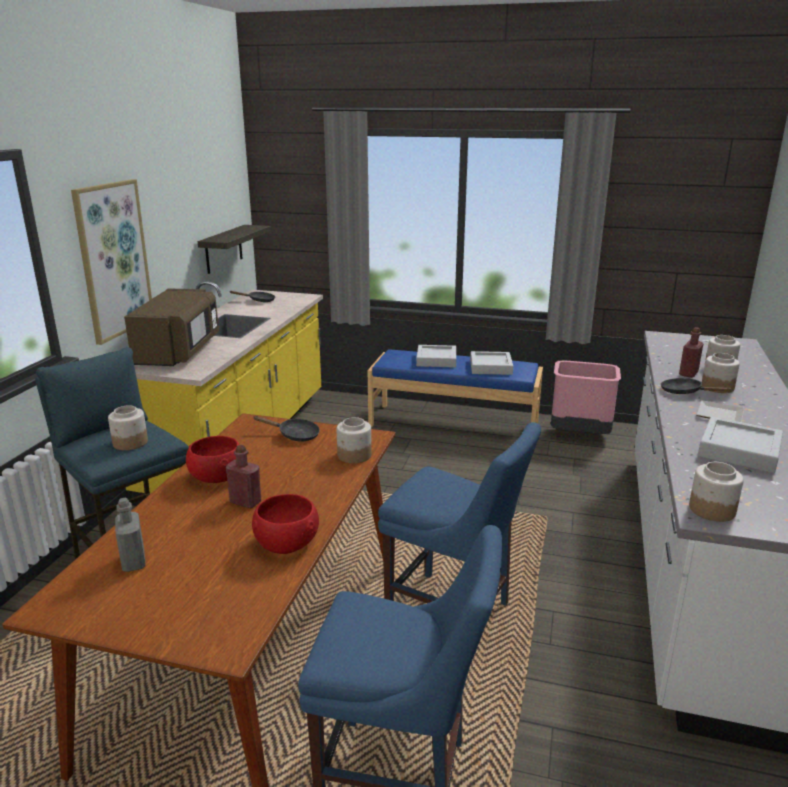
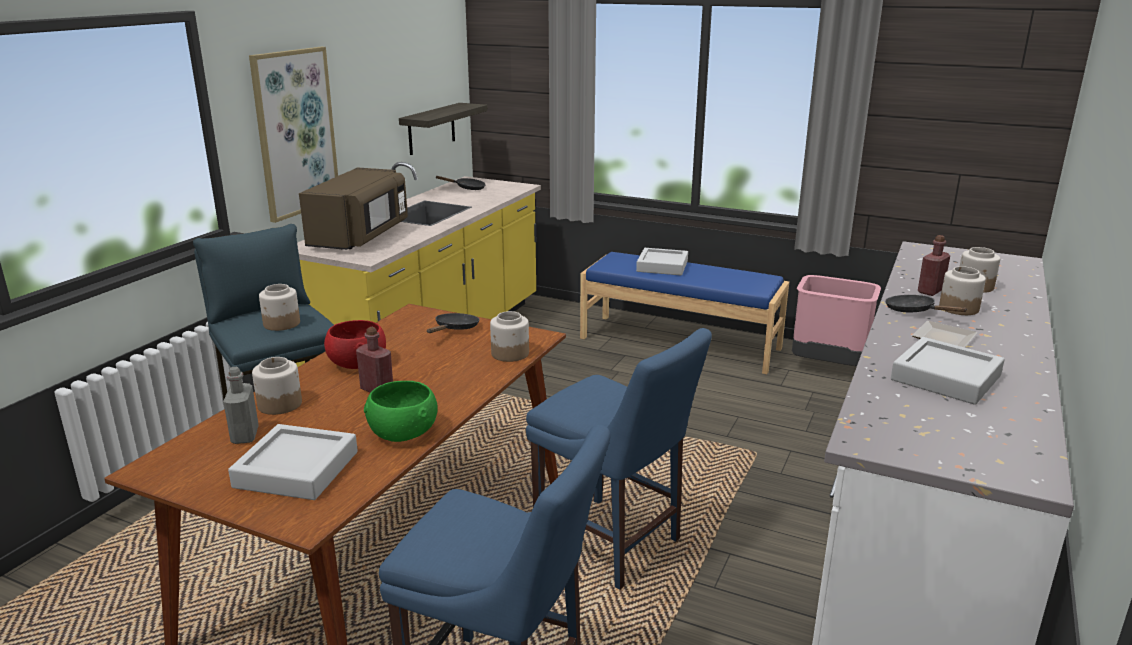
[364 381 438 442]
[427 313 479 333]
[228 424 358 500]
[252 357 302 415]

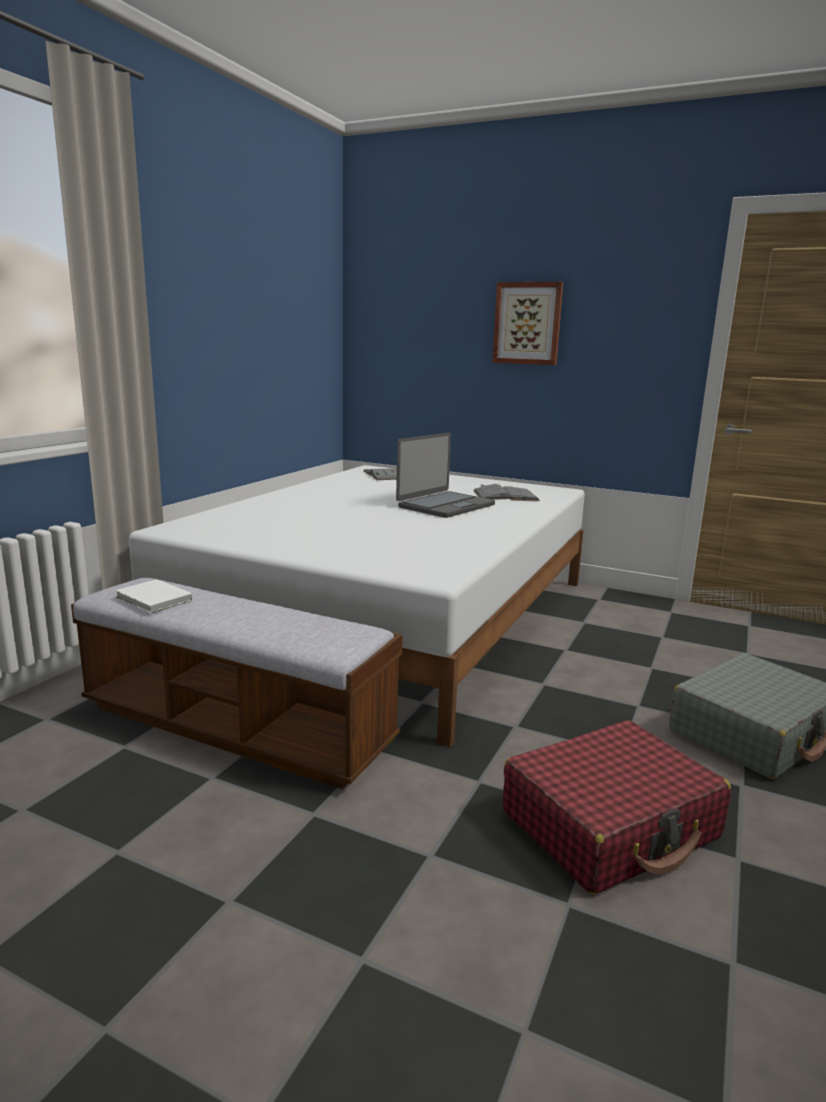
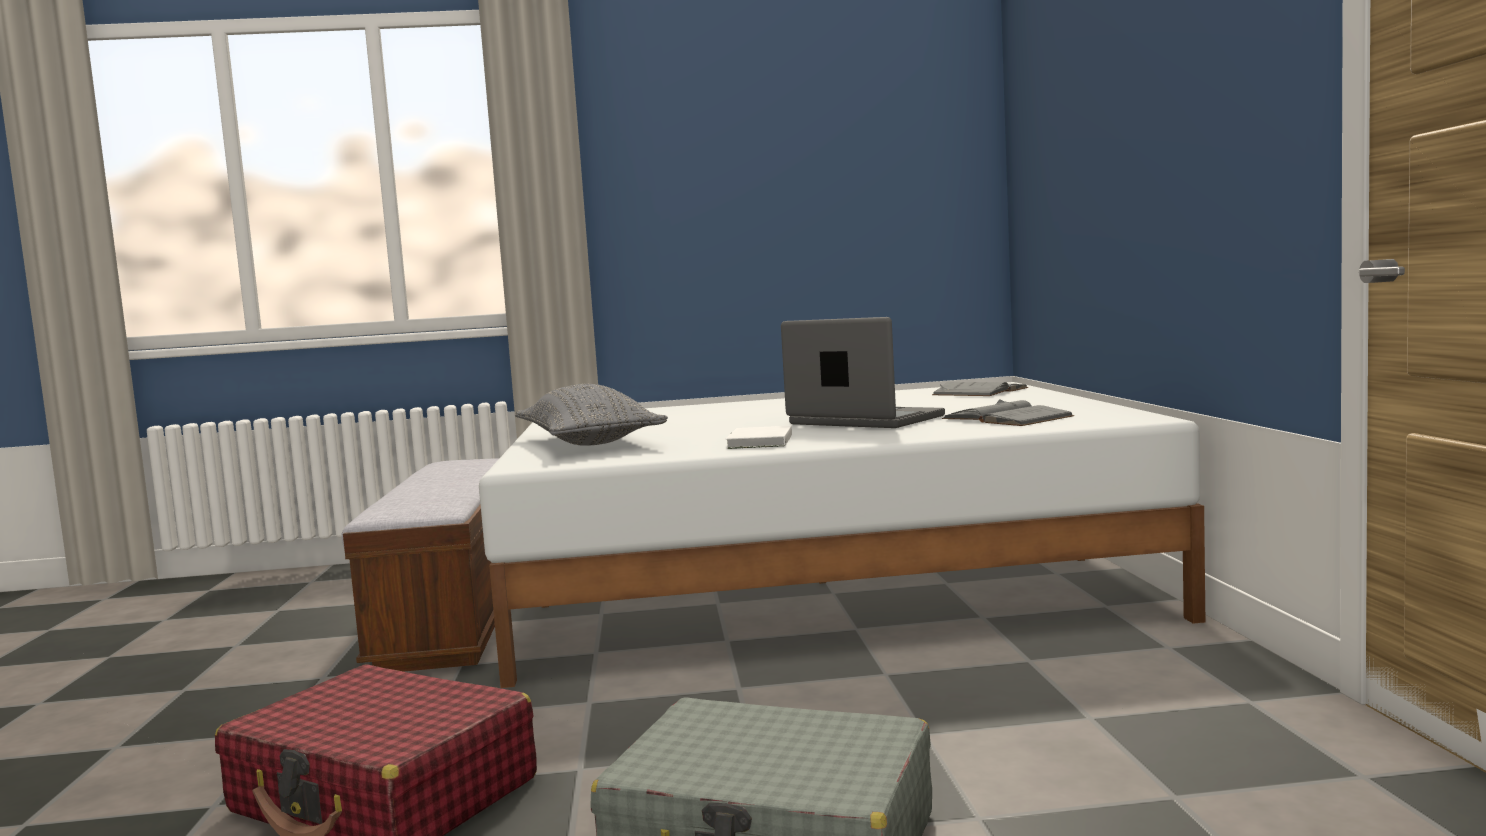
[725 426 792 449]
[781 317 945 428]
[492 282 563 365] (first image)
[515 384 668 446]

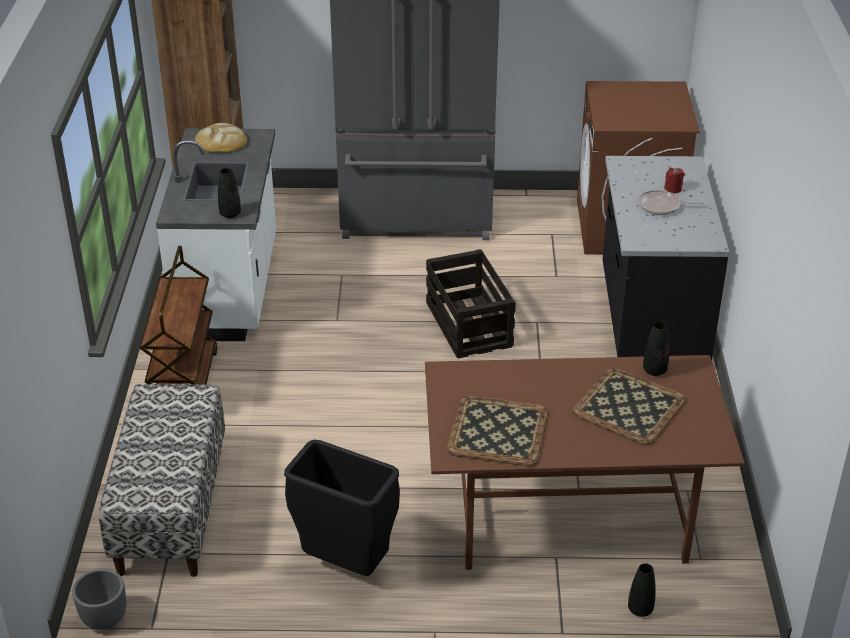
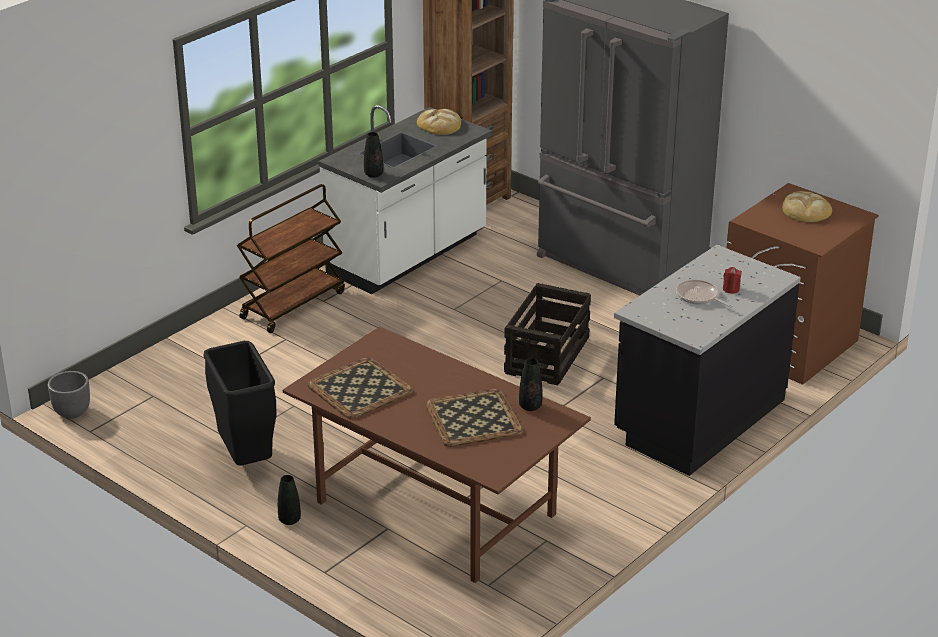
[99 384 225 577] (first image)
[278 475 301 525]
[782 191 832 222]

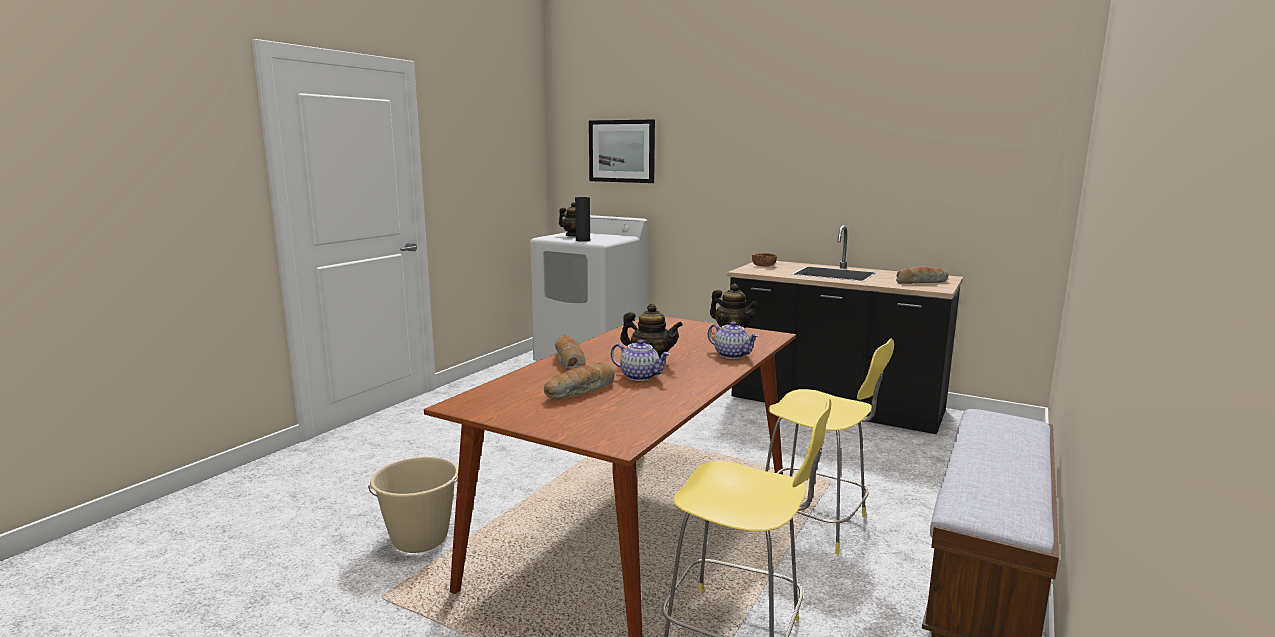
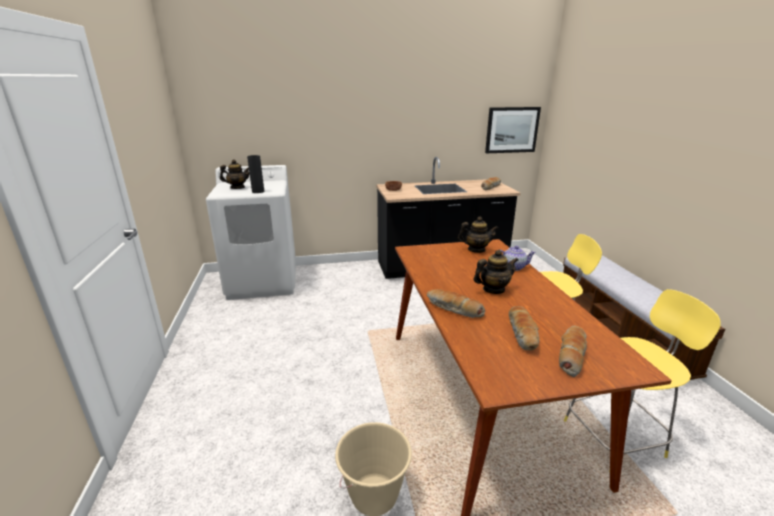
[485 107 541 153]
[611 339 670 381] (first image)
[559 325 587 377]

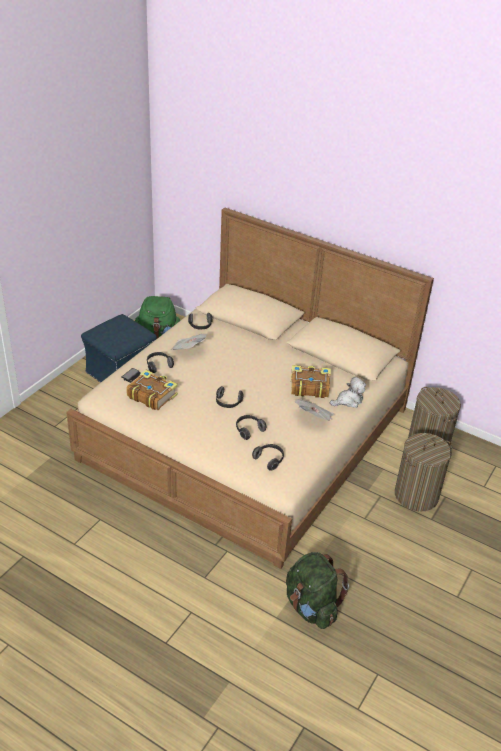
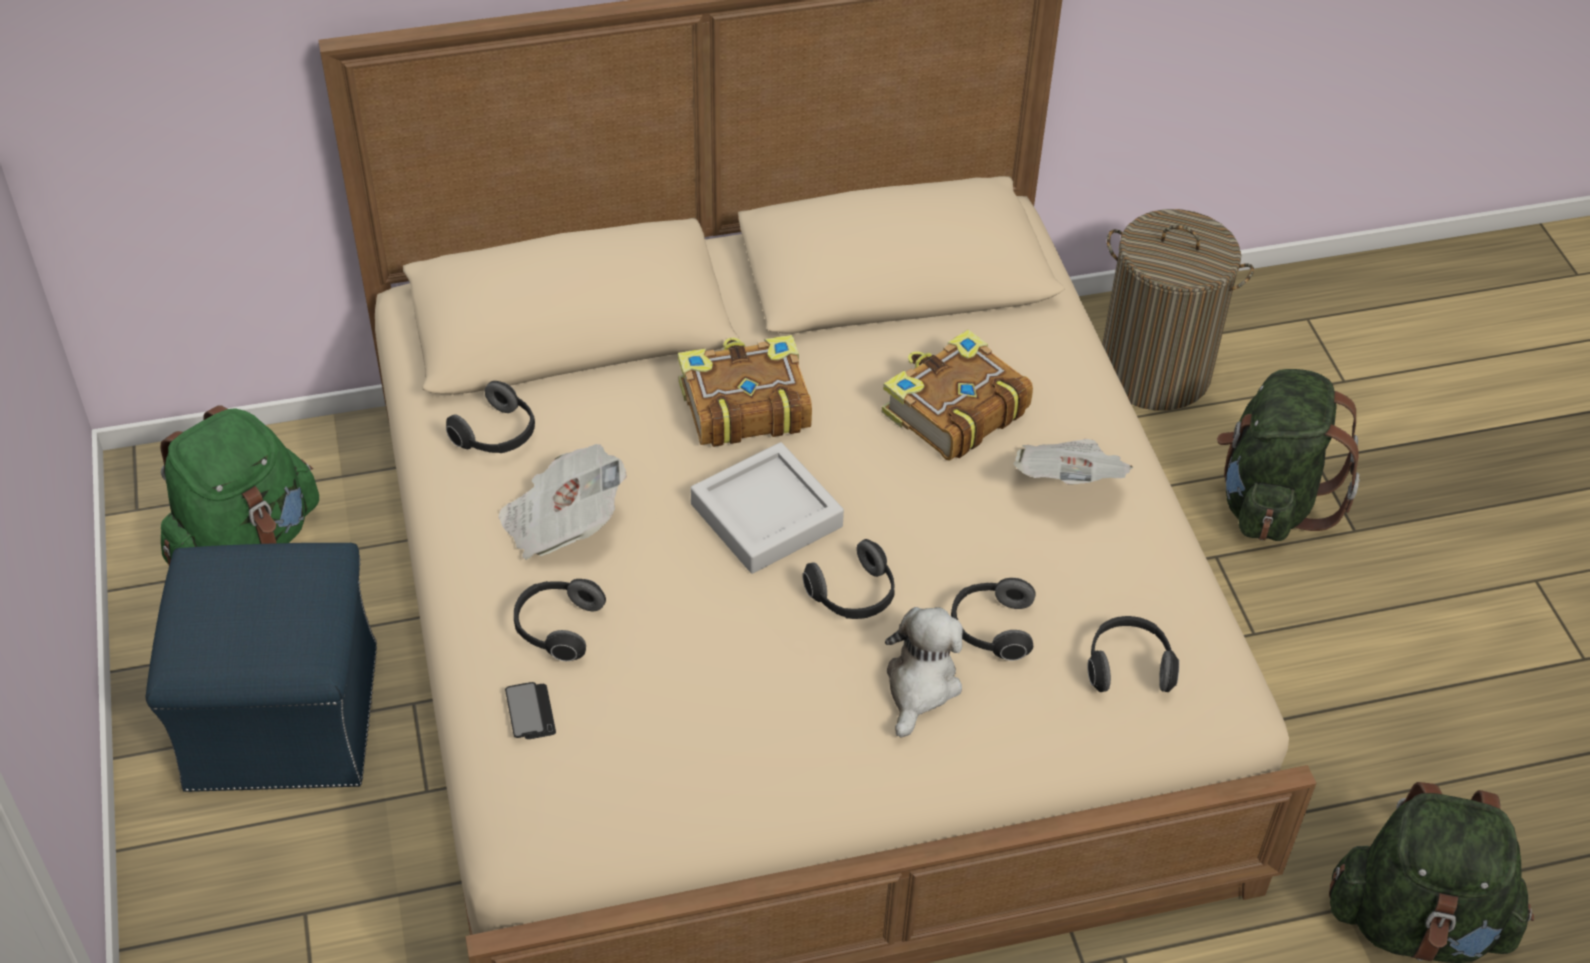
[678 335 812 447]
[885 607 963 737]
[1217 369 1360 541]
[690 442 844 574]

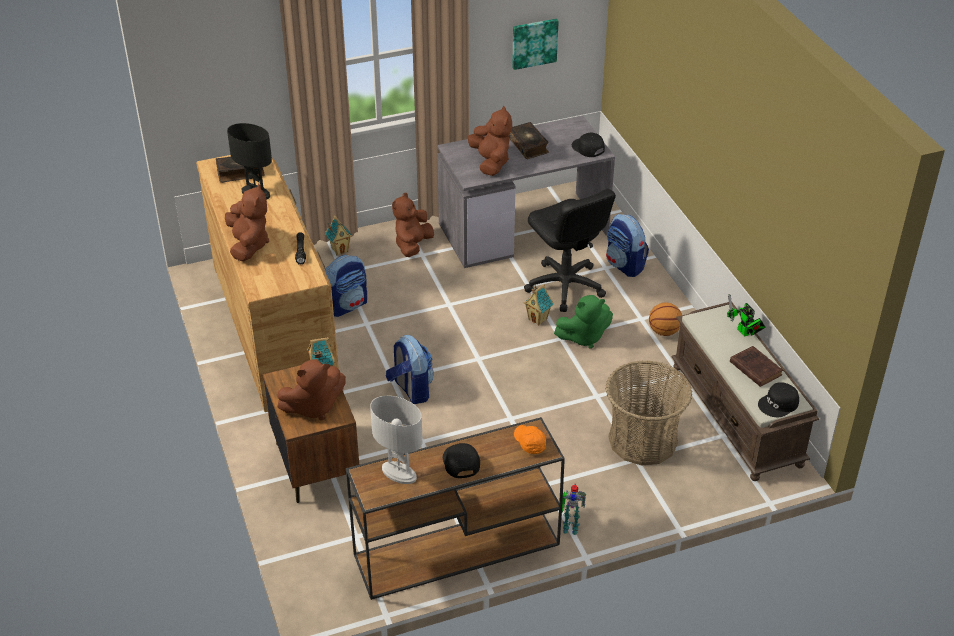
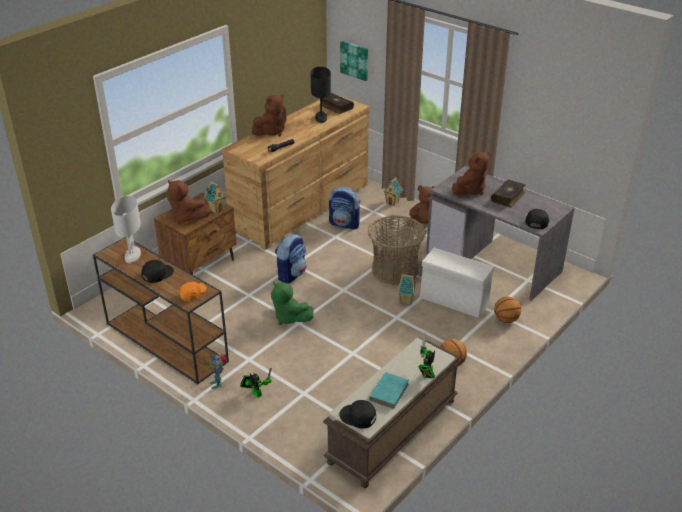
[340 41 368 81]
[420 248 494 318]
[271 281 313 325]
[368 215 426 285]
[494 296 521 323]
[369 372 409 409]
[240 368 272 398]

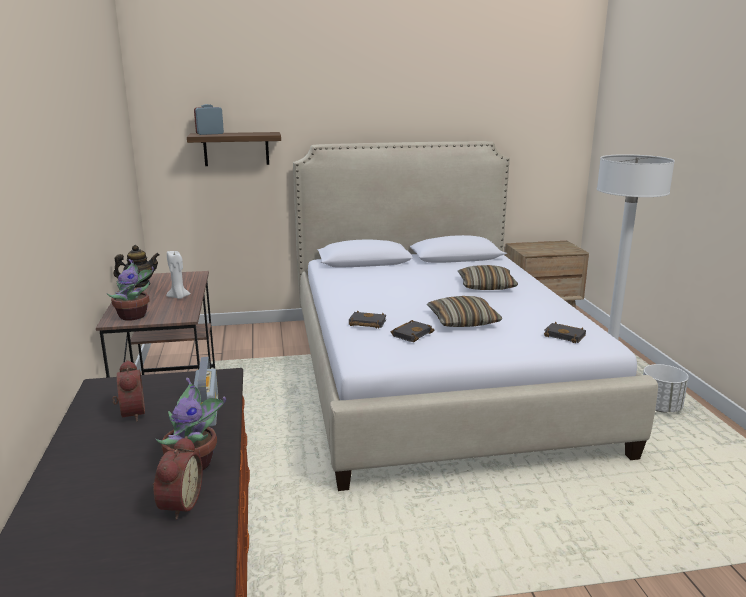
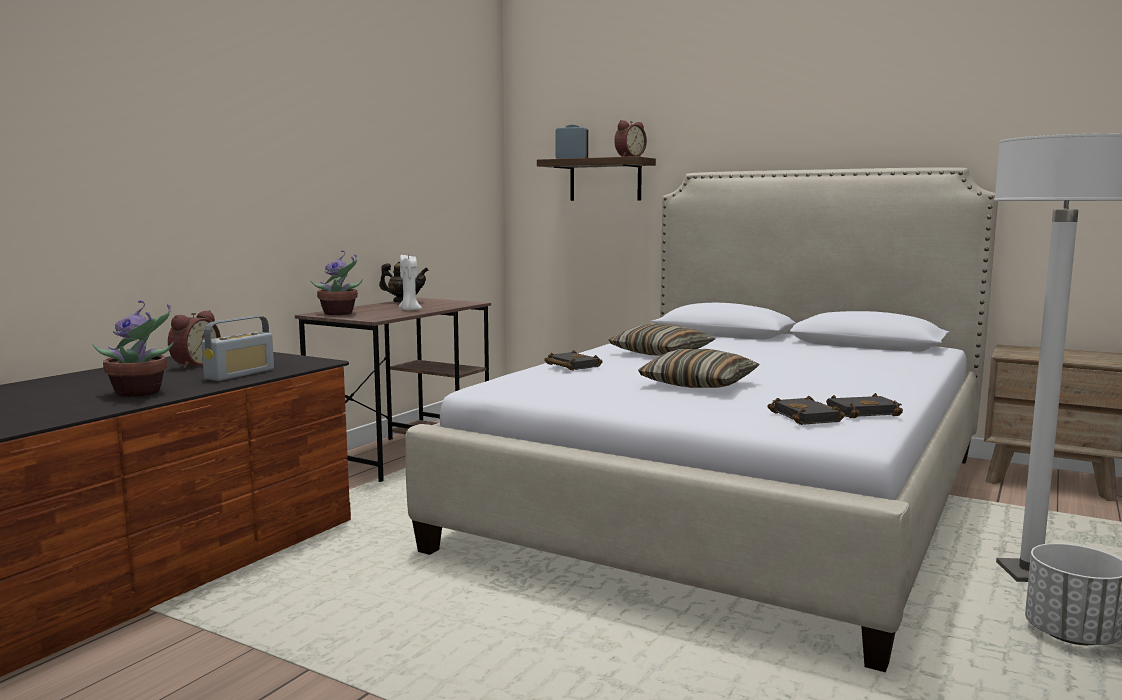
[614 120 647 157]
[826 393 903 418]
[608 324 716 355]

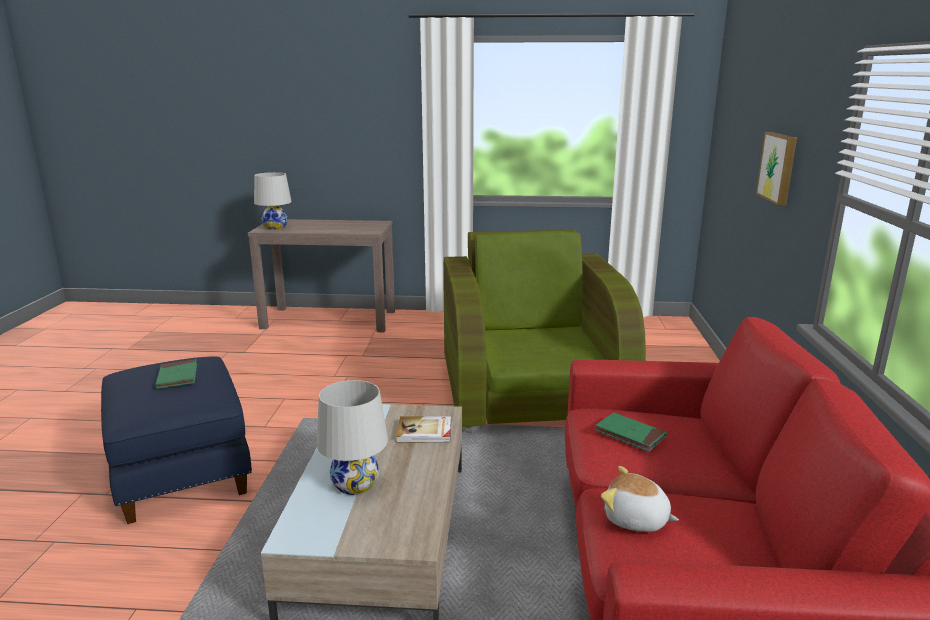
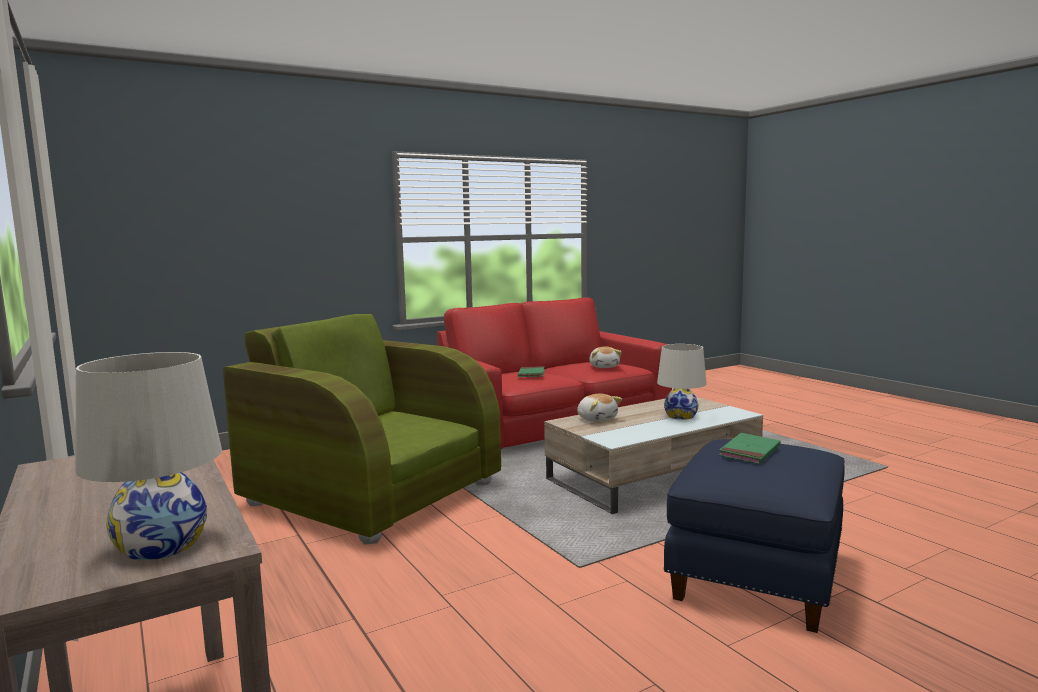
[577 394 622 422]
[223 314 501 545]
[756 132 797 205] (first image)

